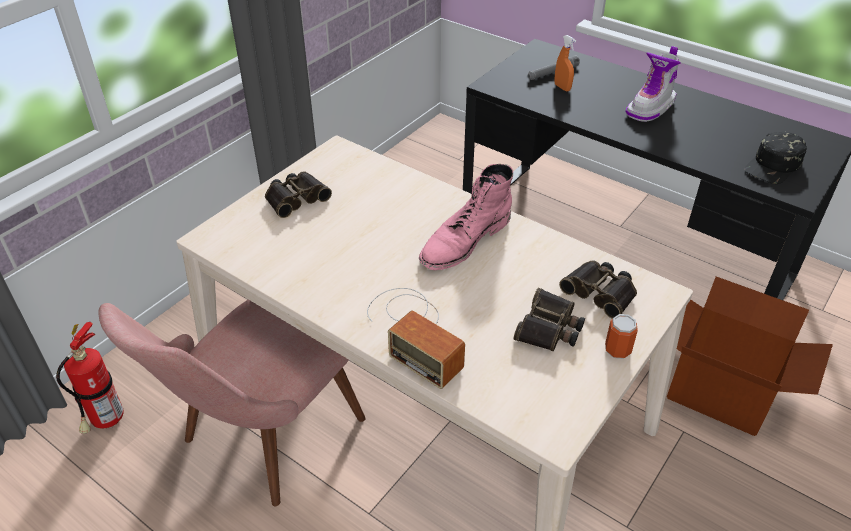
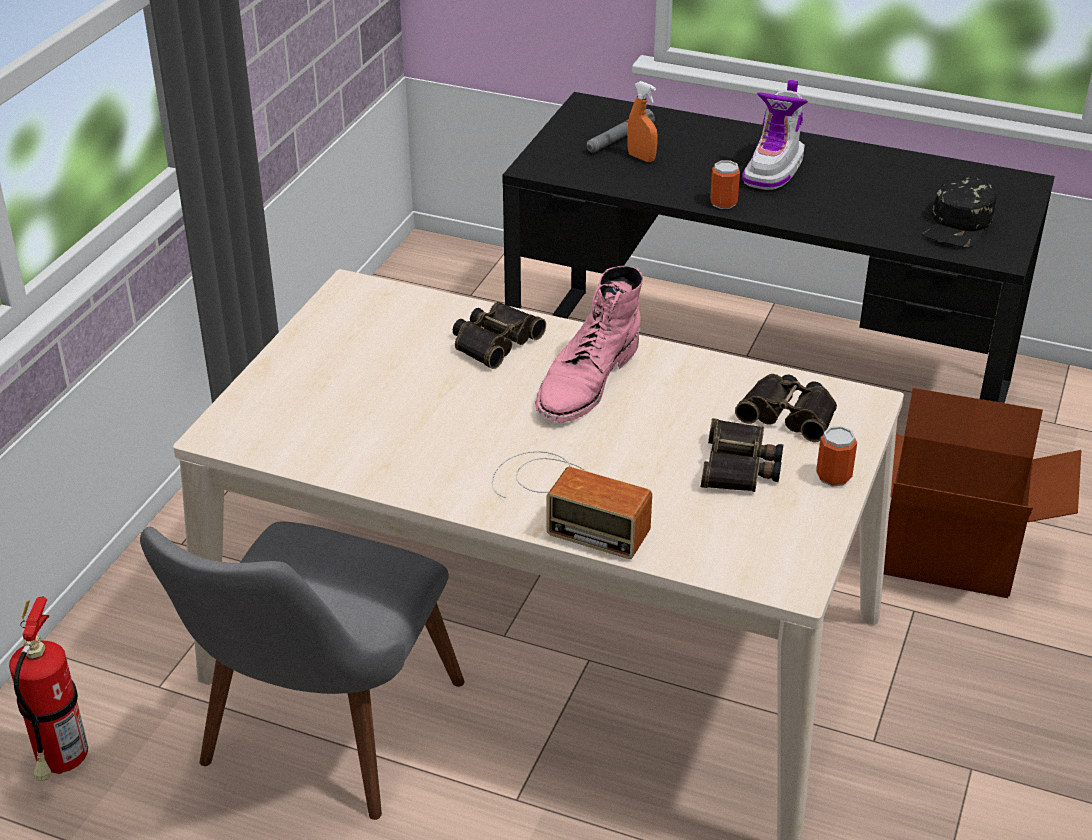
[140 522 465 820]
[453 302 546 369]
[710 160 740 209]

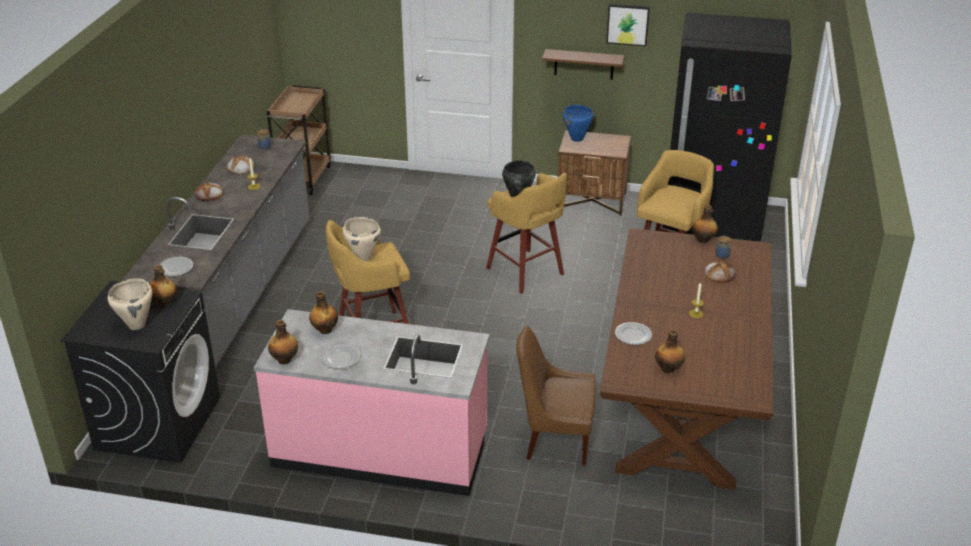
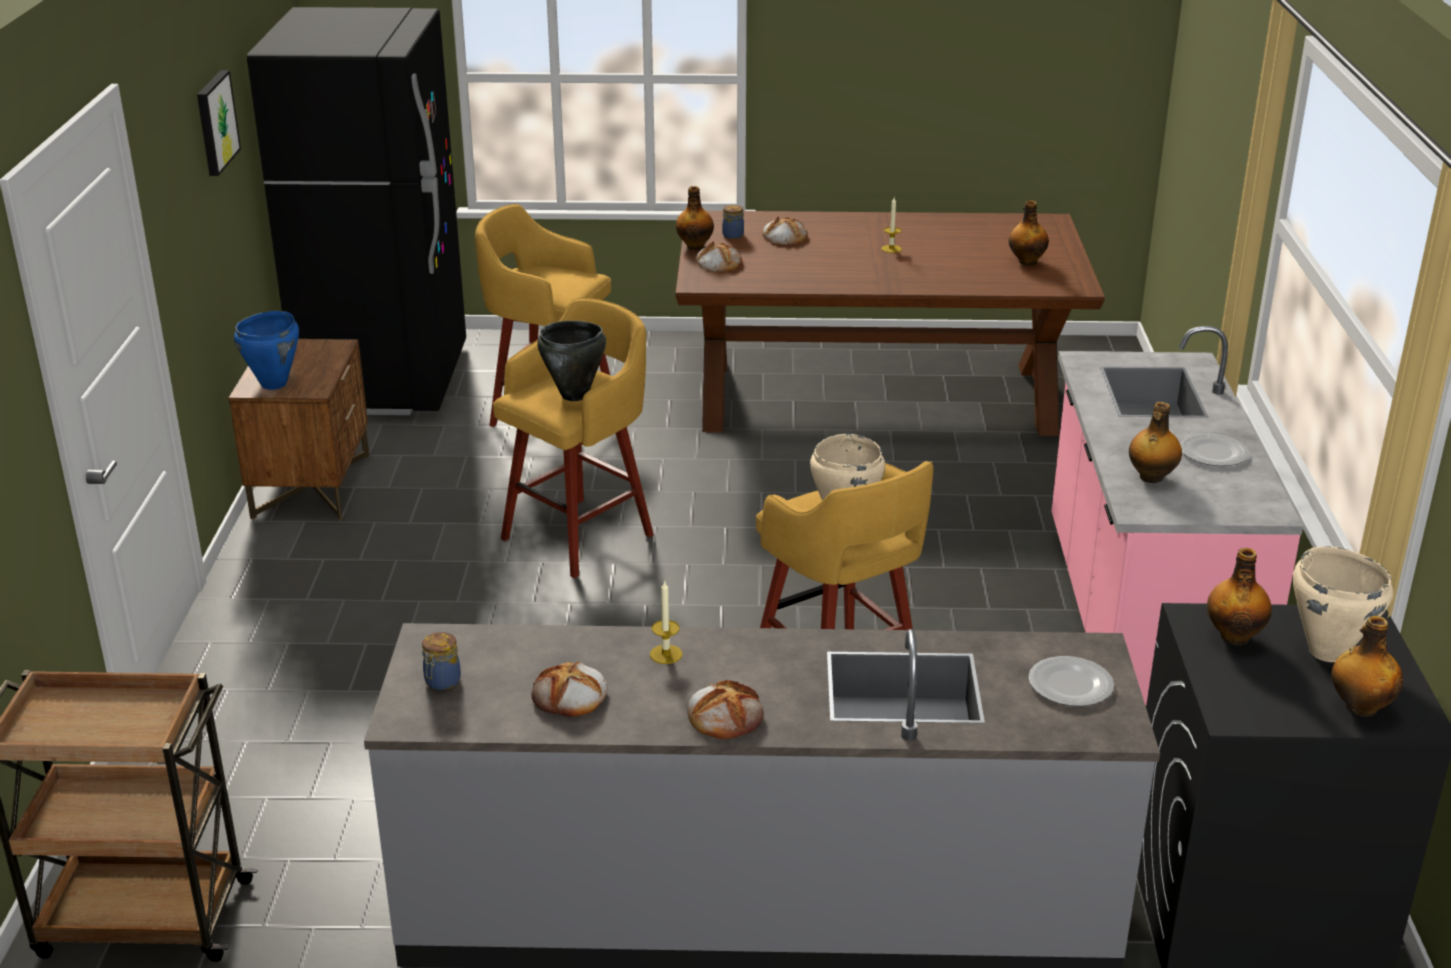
[1331 616 1403 717]
[516 326 596 466] (first image)
[542 49 624 80] (first image)
[615 322 652 345] (first image)
[696 241 743 272]

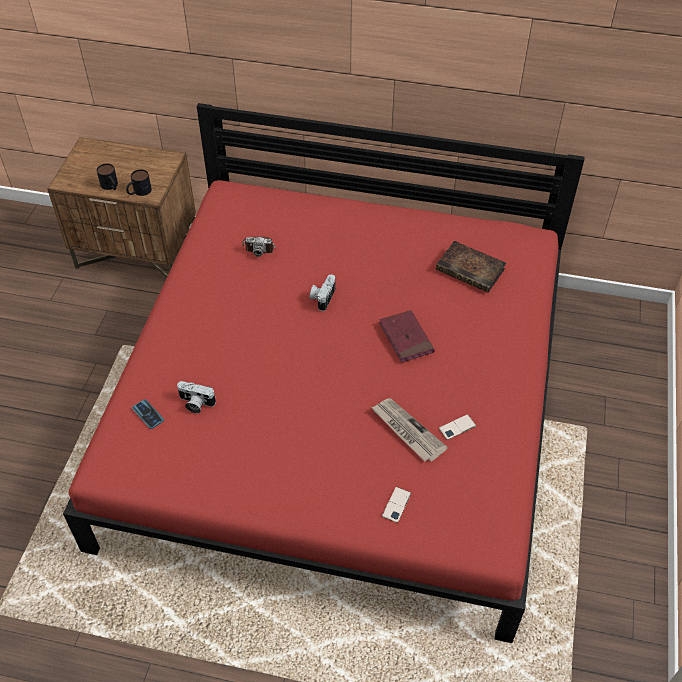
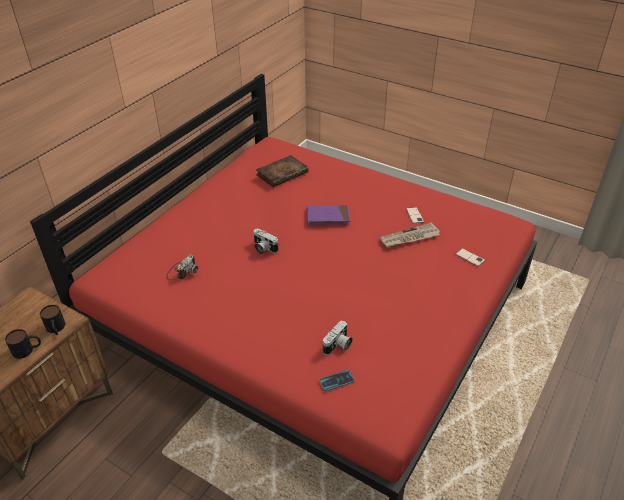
[307 205 350 225]

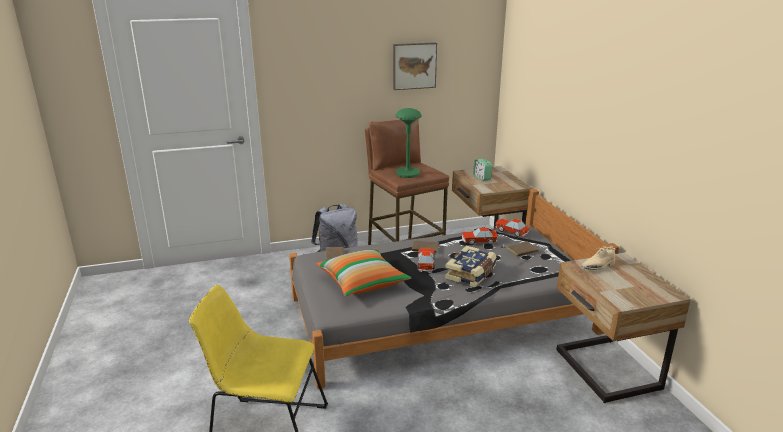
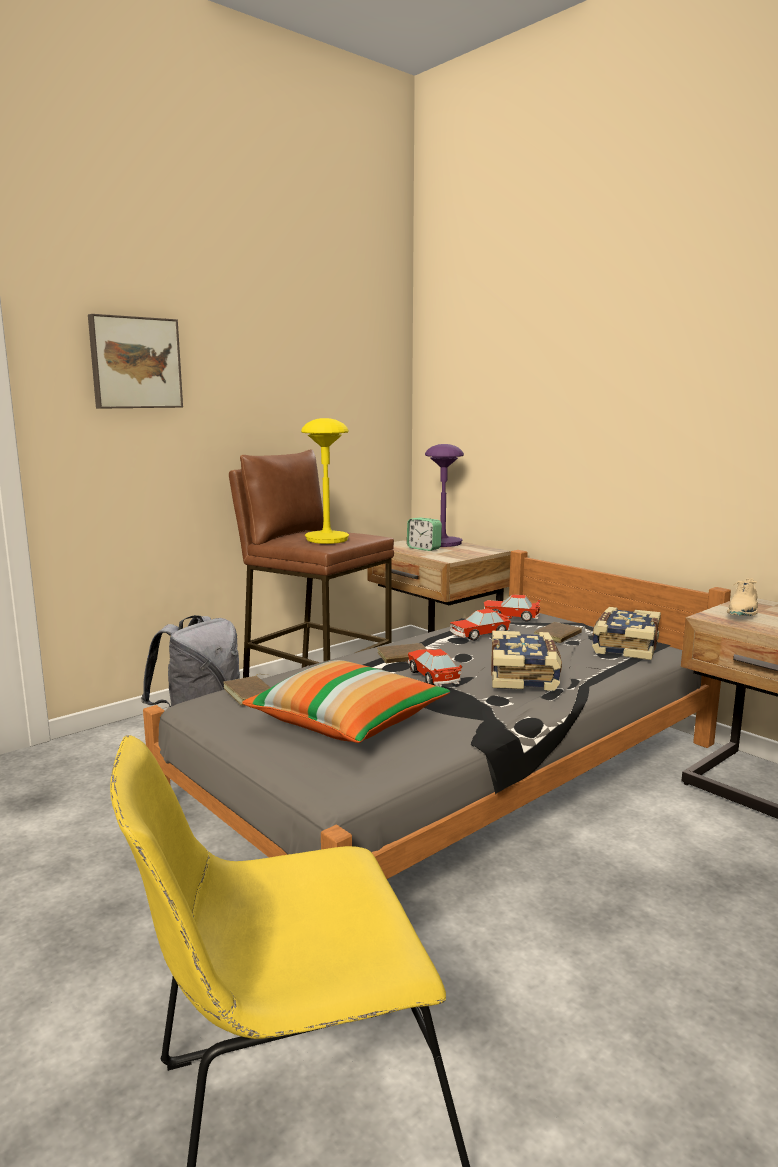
[88 314 183 409]
[301 418 349 544]
[425 444 464 547]
[592 607 661 660]

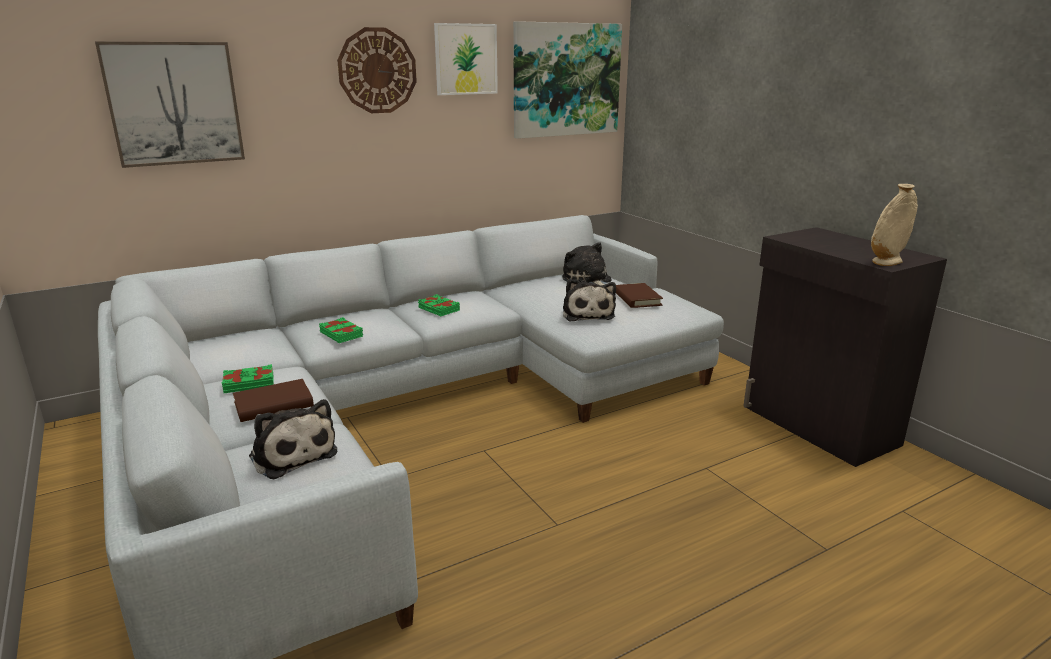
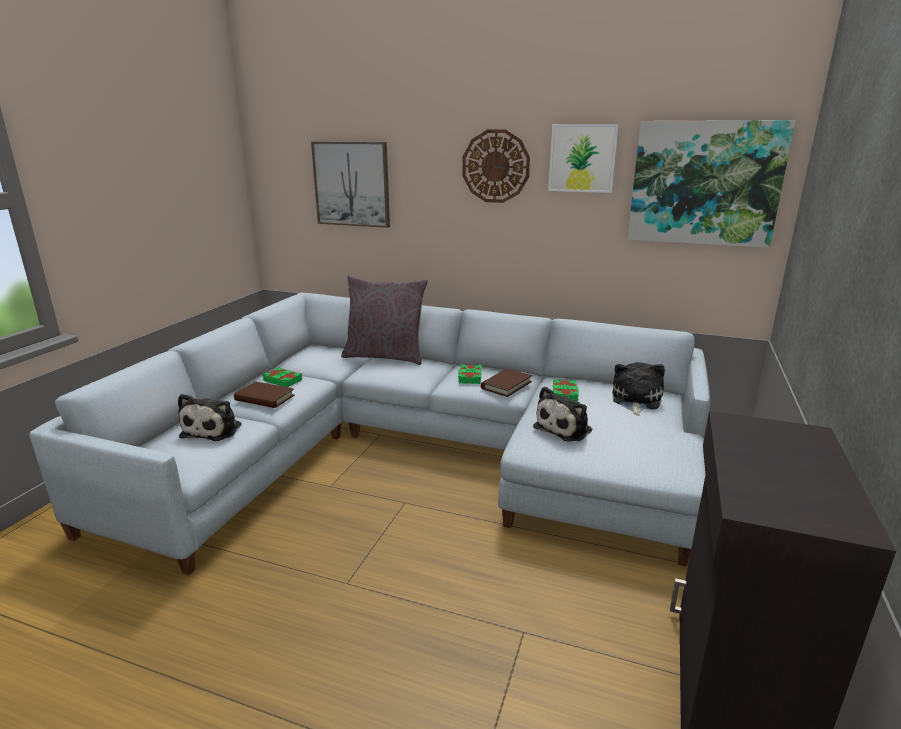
[553 379 579 402]
[481 369 532 397]
[871 184 918 266] (first image)
[341 275 428 365]

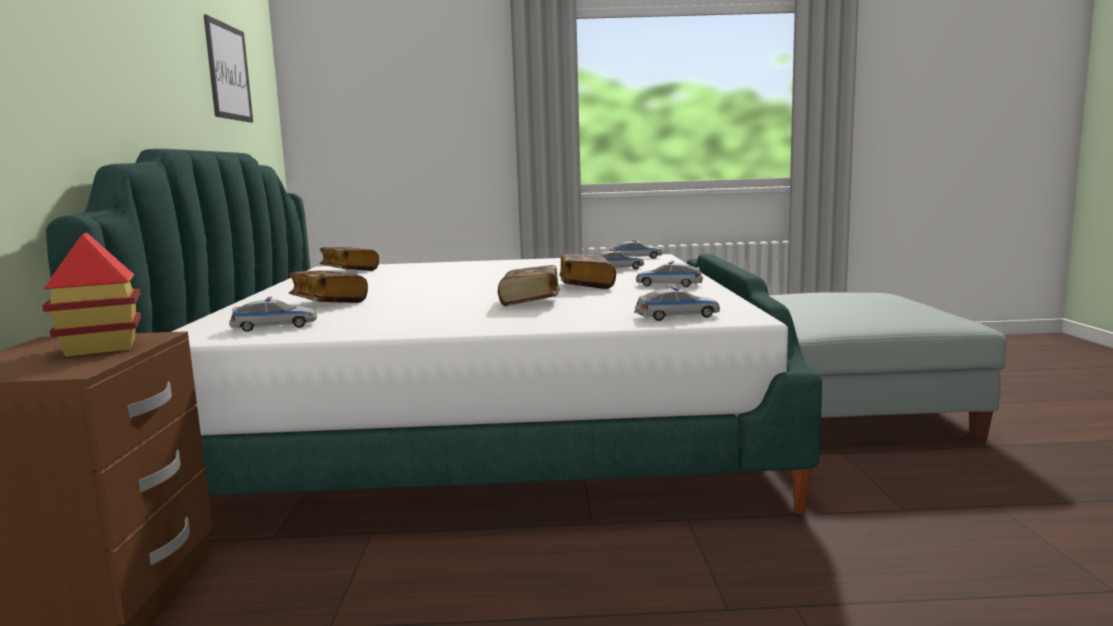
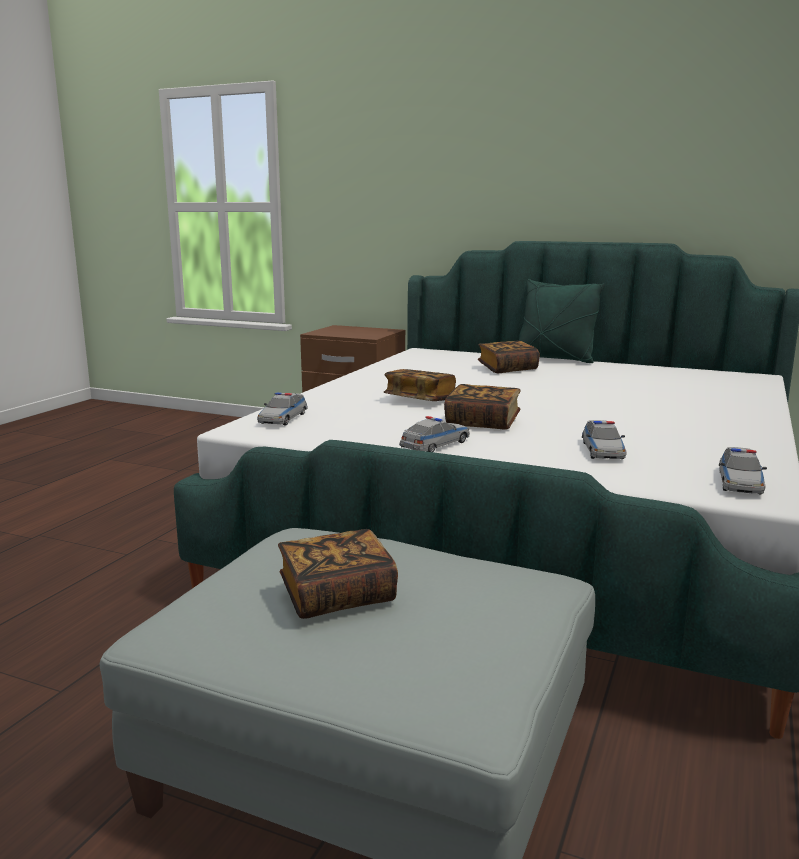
[42 233 141 357] (first image)
[204 15 253 123] (first image)
[229 297 317 332] (first image)
[278 529 398 619]
[519 279 605 363]

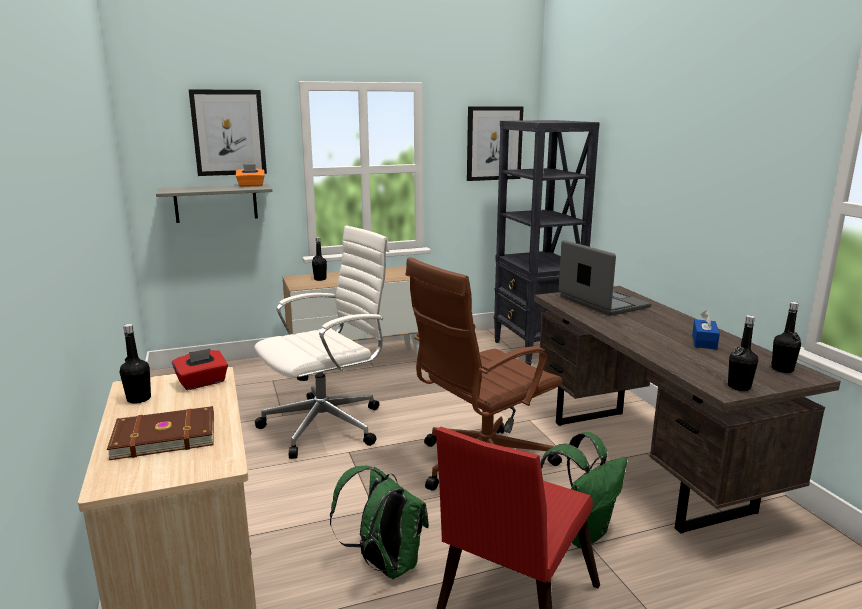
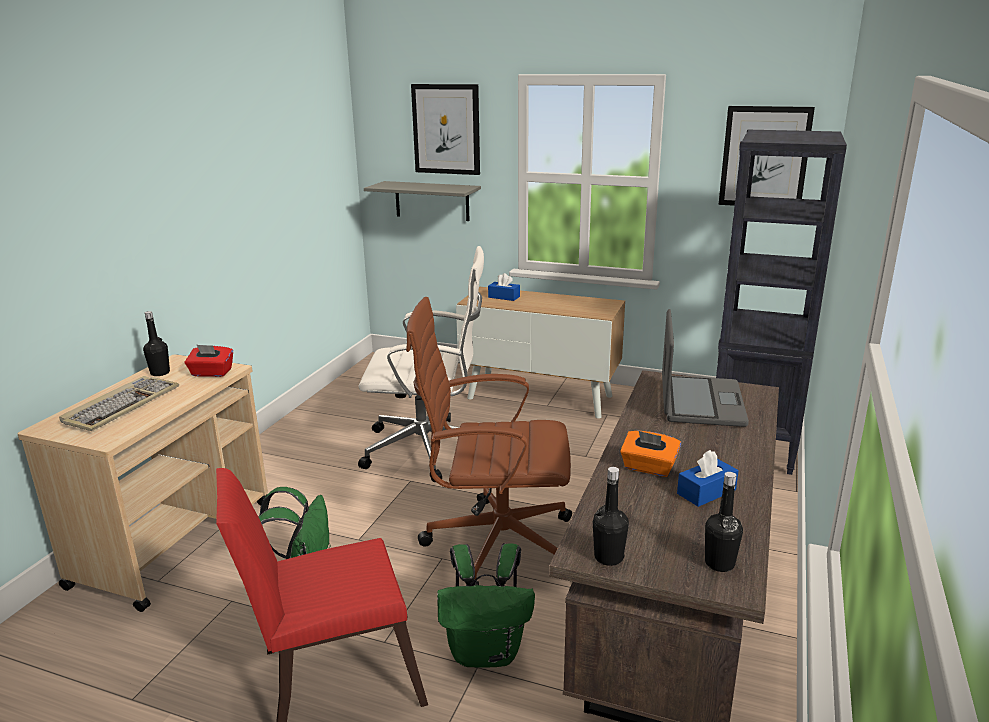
[59 376 179 431]
[620 431 681 477]
[488 273 520 301]

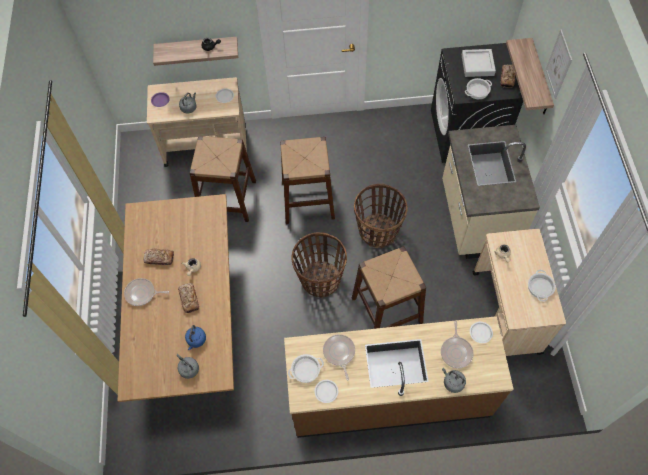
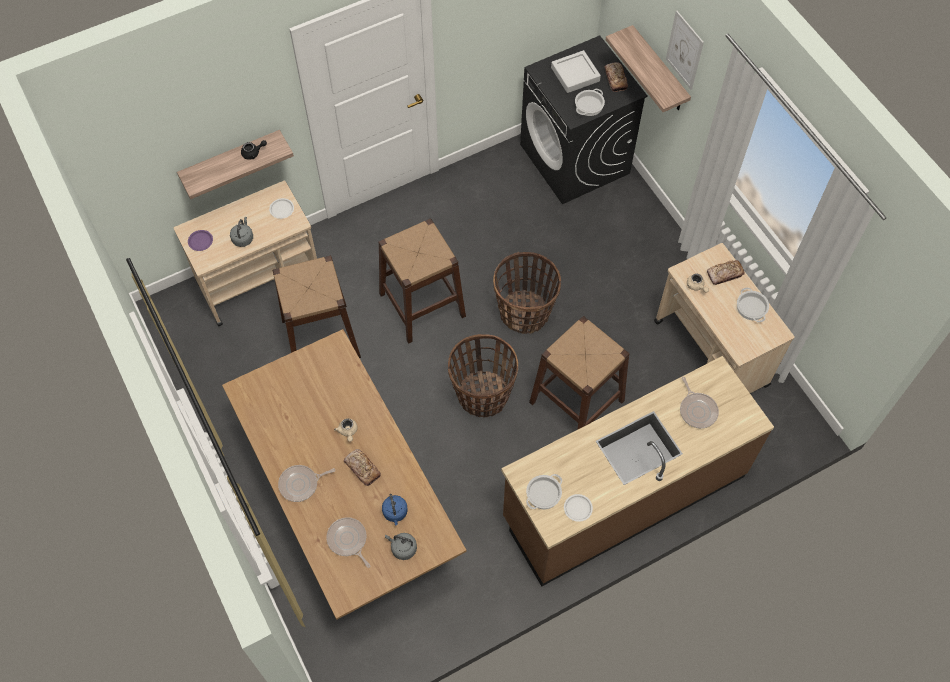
[707 260 745 285]
[326 517 370 568]
[442 125 540 259] (first image)
[442 368 466 393] (first image)
[470 322 493 343] (first image)

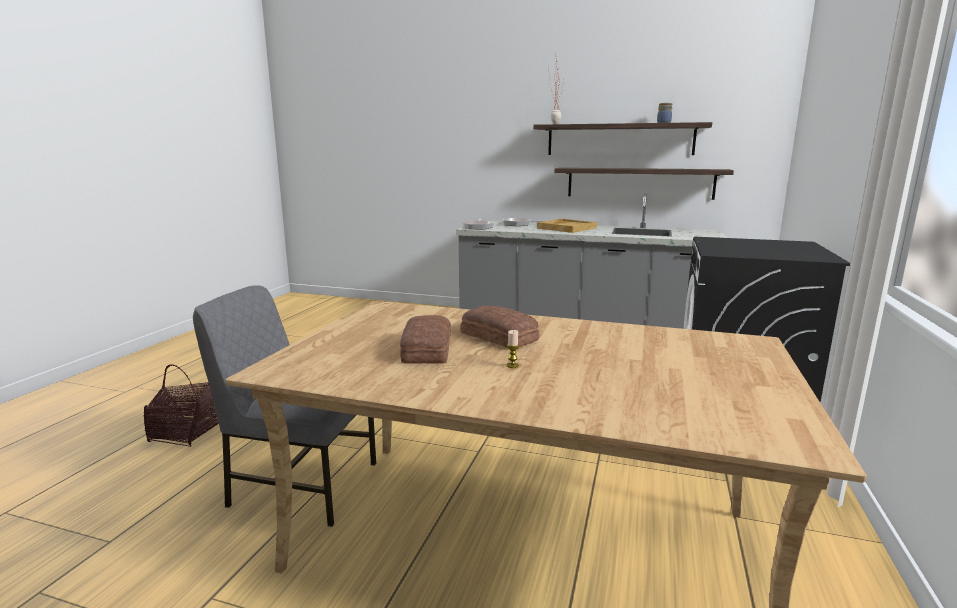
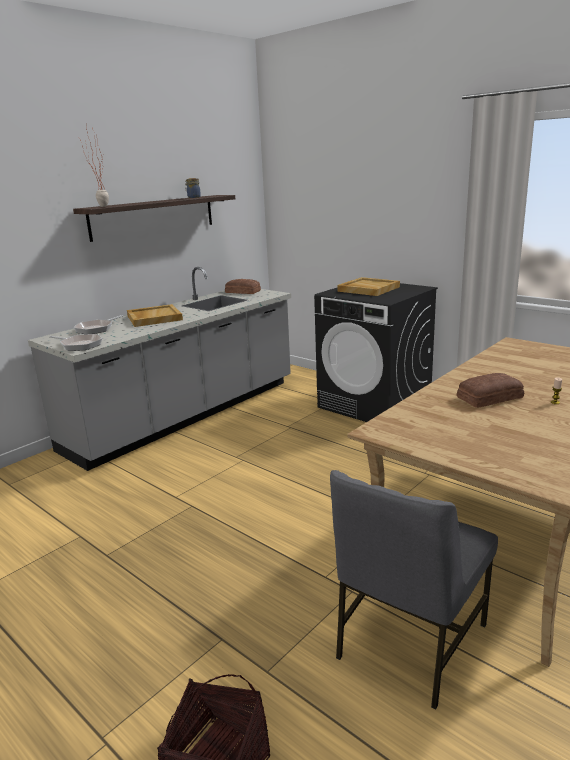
[225 279 261 294]
[554 168 734 200] (first image)
[337 277 400 296]

